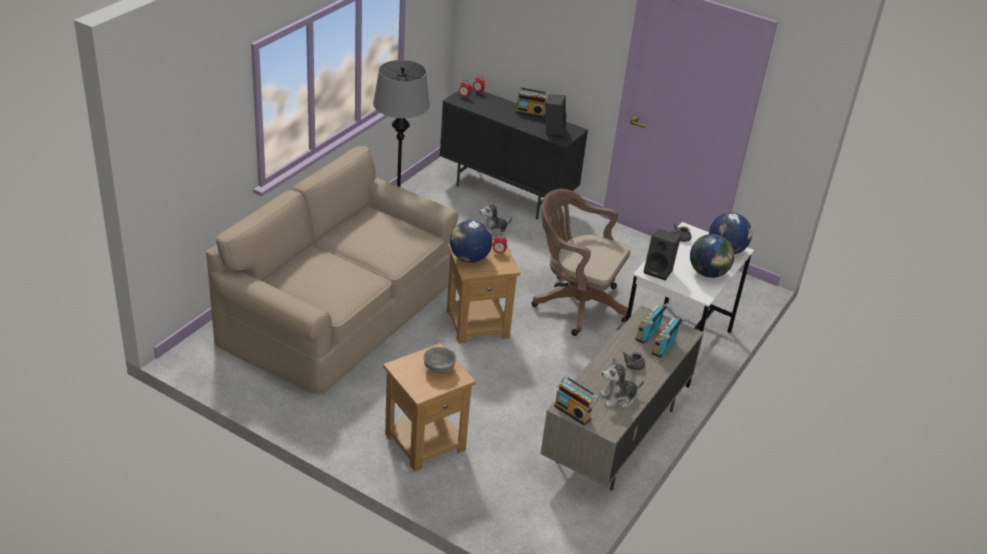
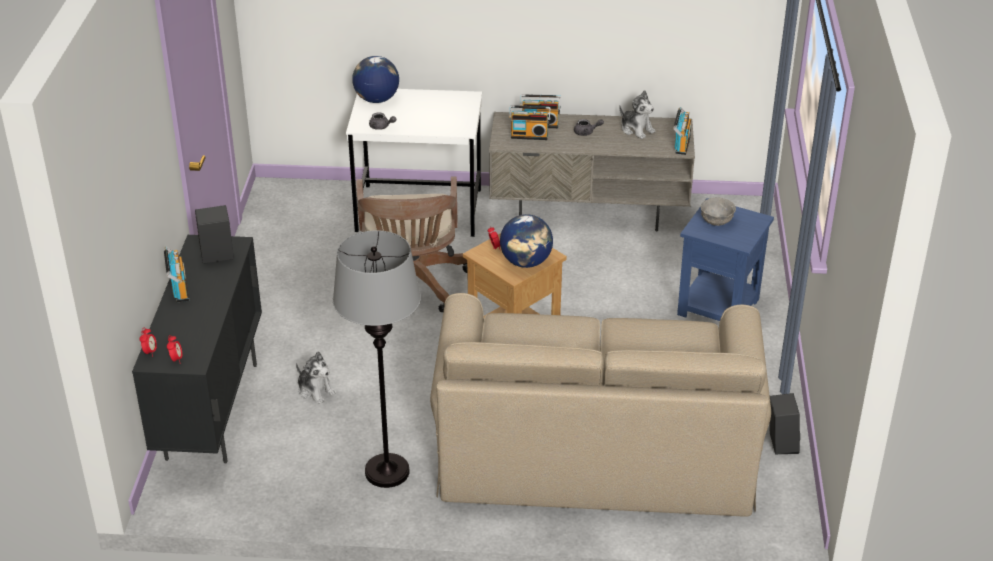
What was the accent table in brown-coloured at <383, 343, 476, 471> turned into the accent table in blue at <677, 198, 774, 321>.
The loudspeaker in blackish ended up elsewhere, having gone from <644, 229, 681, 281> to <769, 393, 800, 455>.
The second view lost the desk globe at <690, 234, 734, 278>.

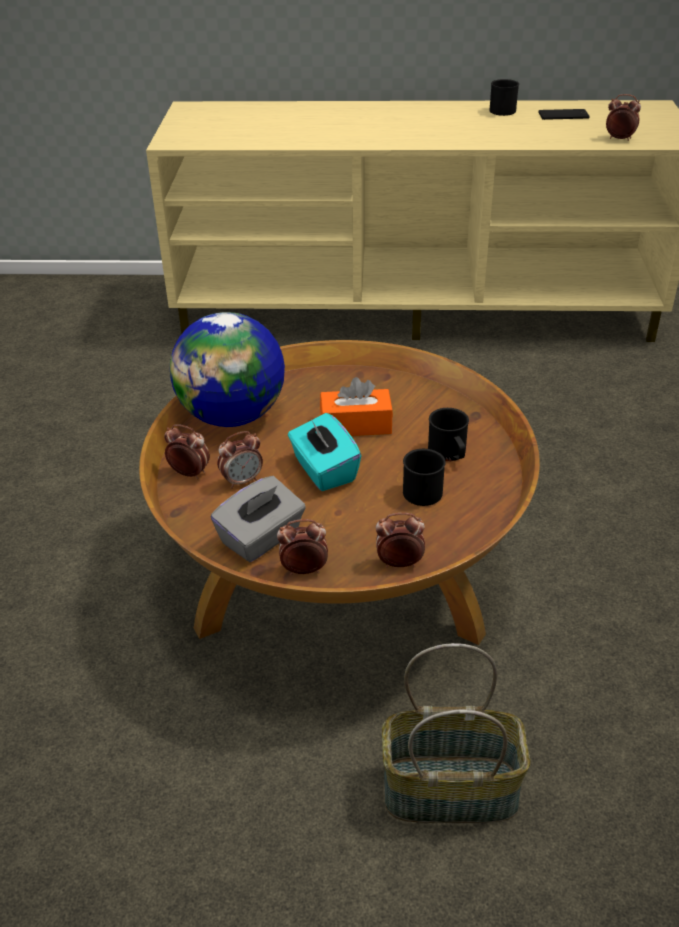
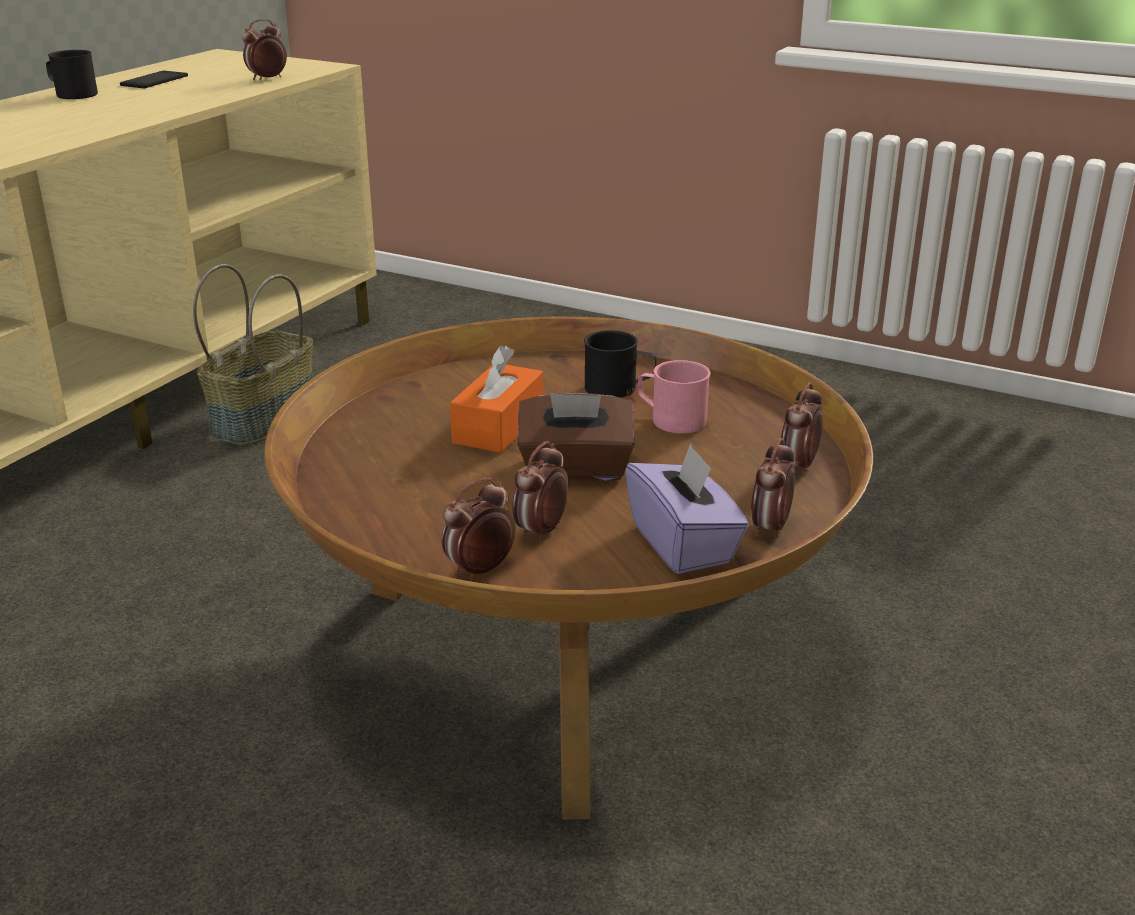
The second view lost the desk globe at <170, 312, 285, 427>.
What was the tissue holder in gray at <211, 476, 306, 562> turned into the tissue holder in purplish at <625, 443, 749, 574>.
The alarm clock at <217, 431, 263, 489> ended up facing another way, 150 degrees counterclockwise from before.
What was the tissue holder in blue-green at <288, 413, 361, 491> turned into the tissue holder in brown-coloured at <518, 393, 634, 481>.
The storage basket ended up elsewhere, having gone from <382, 643, 530, 823> to <193, 264, 313, 445>.
What was the tea mug in blackish at <403, 449, 446, 506> turned into the tea mug in pink-coloured at <638, 360, 711, 434>.

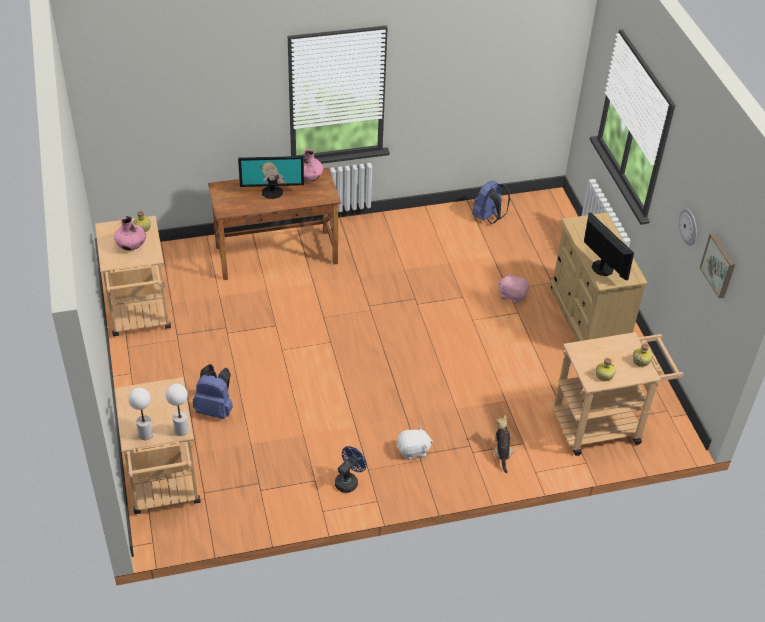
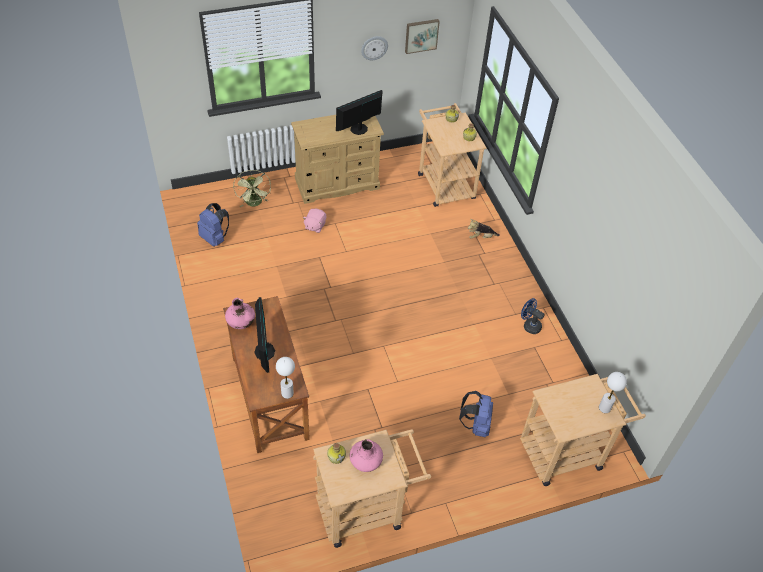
The tabletop lamp in white-coloured ended up elsewhere, having gone from <166, 384, 189, 436> to <276, 357, 295, 399>.
The second view lost the soft toy in white-coloured at <397, 426, 433, 460>.
The second view gained the cooling fan in green at <233, 170, 271, 207>.

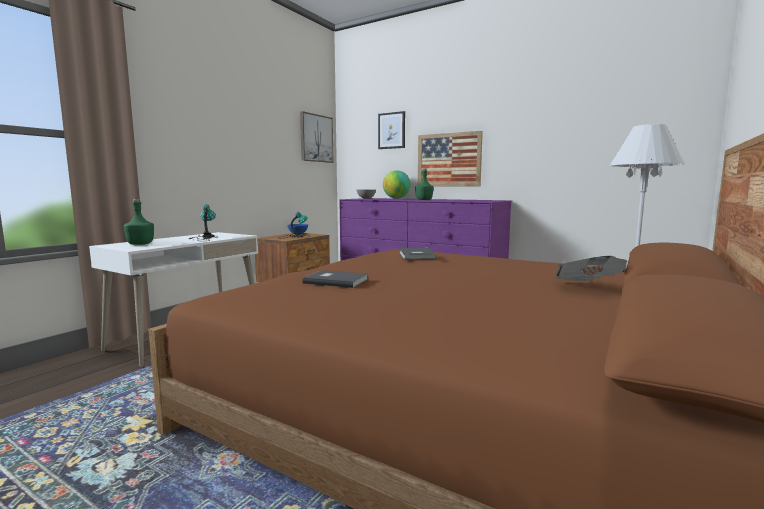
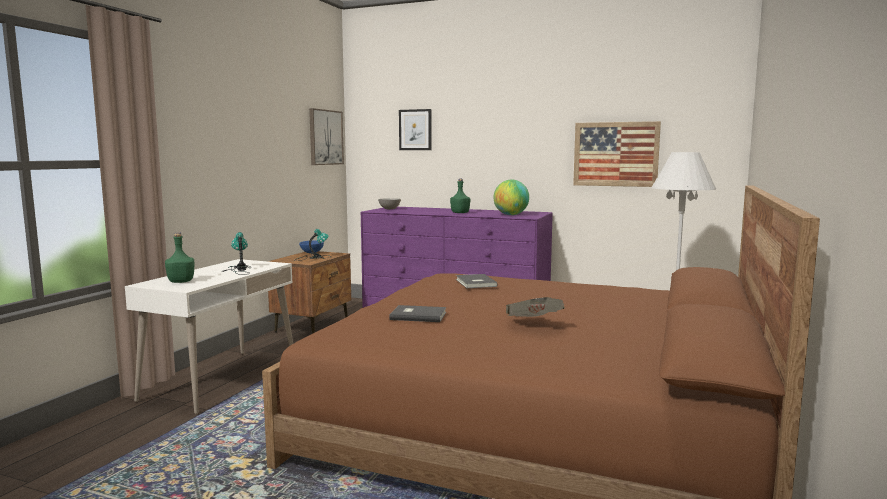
The desk globe ended up elsewhere, having gone from <383, 170, 411, 199> to <493, 180, 529, 215>.
The wall picture ended up elsewhere, having gone from <418, 131, 483, 186> to <573, 121, 661, 187>.
The daily paper ended up elsewhere, having gone from <556, 256, 628, 281> to <506, 297, 565, 317>.

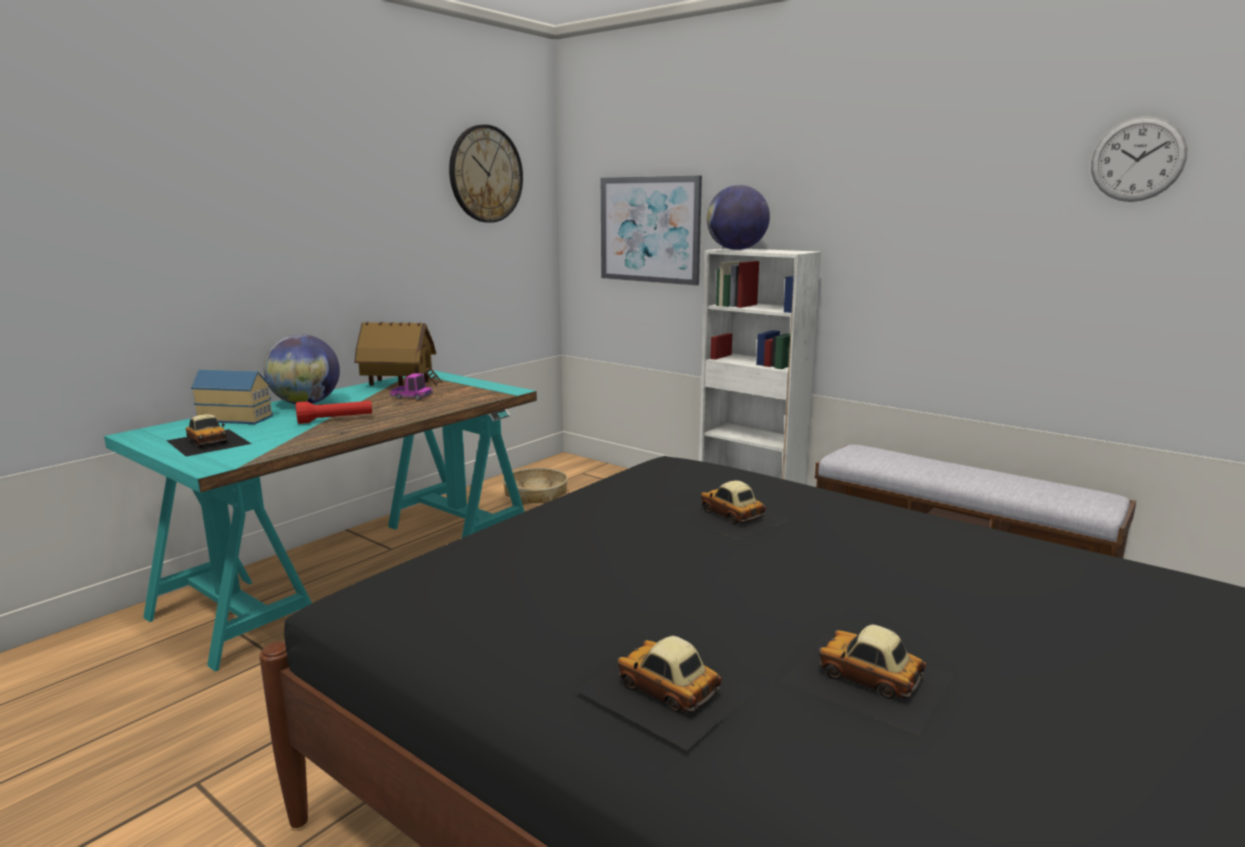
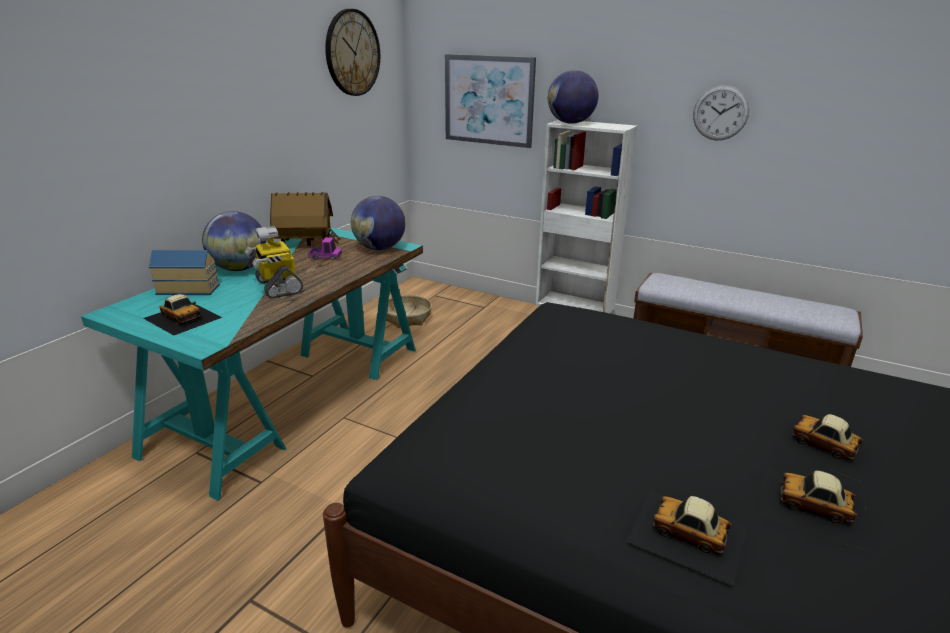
Where the torch in reddish stood at <296, 401, 372, 424>, the robot figure came to stand at <245, 226, 303, 298>.
The model car ended up elsewhere, having gone from <673, 480, 789, 539> to <769, 414, 877, 481>.
The clock on the wall ended up elsewhere, having gone from <1091, 116, 1187, 202> to <693, 85, 749, 140>.
The second view gained the desk globe at <351, 196, 405, 250>.

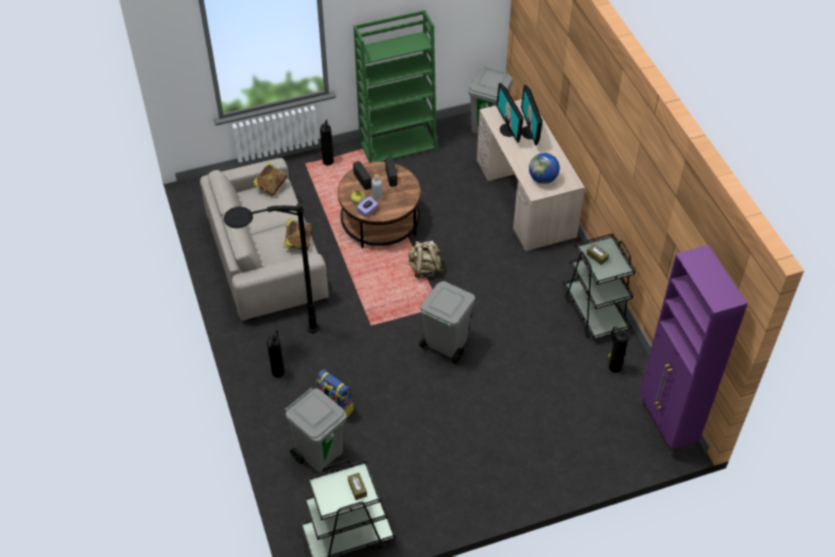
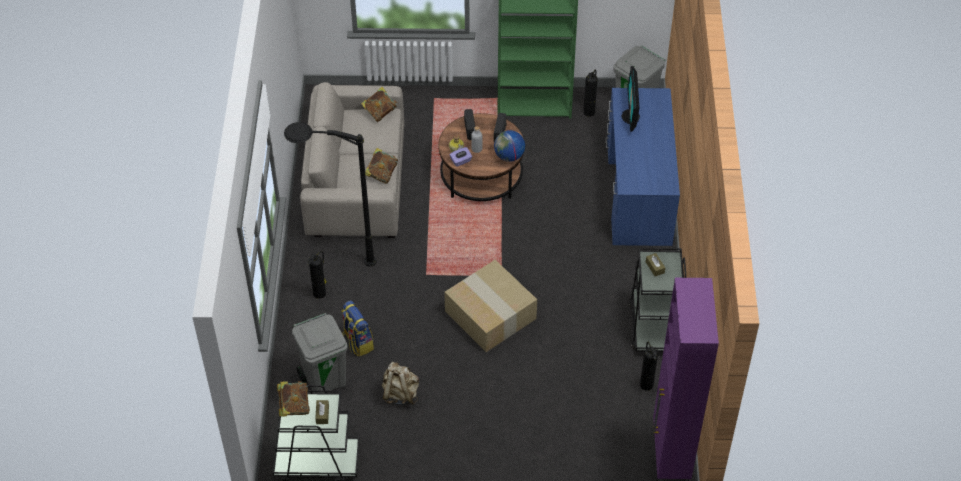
The extinguisher ended up elsewhere, having gone from <320, 119, 334, 166> to <583, 69, 598, 117>.
The backpack in beige ended up elsewhere, having gone from <408, 240, 444, 278> to <382, 362, 419, 405>.
Where the trash can in gray stood at <419, 281, 475, 364>, the packing box came to stand at <444, 260, 537, 352>.
What was the desk table in beige at <477, 99, 585, 251> turned into the desk table in blue at <606, 88, 680, 246>.
The second view lost the computer display at <521, 85, 543, 146>.
The desk globe ended up elsewhere, having gone from <529, 153, 560, 184> to <494, 130, 525, 162>.
The second view gained the book at <277, 381, 310, 417>.

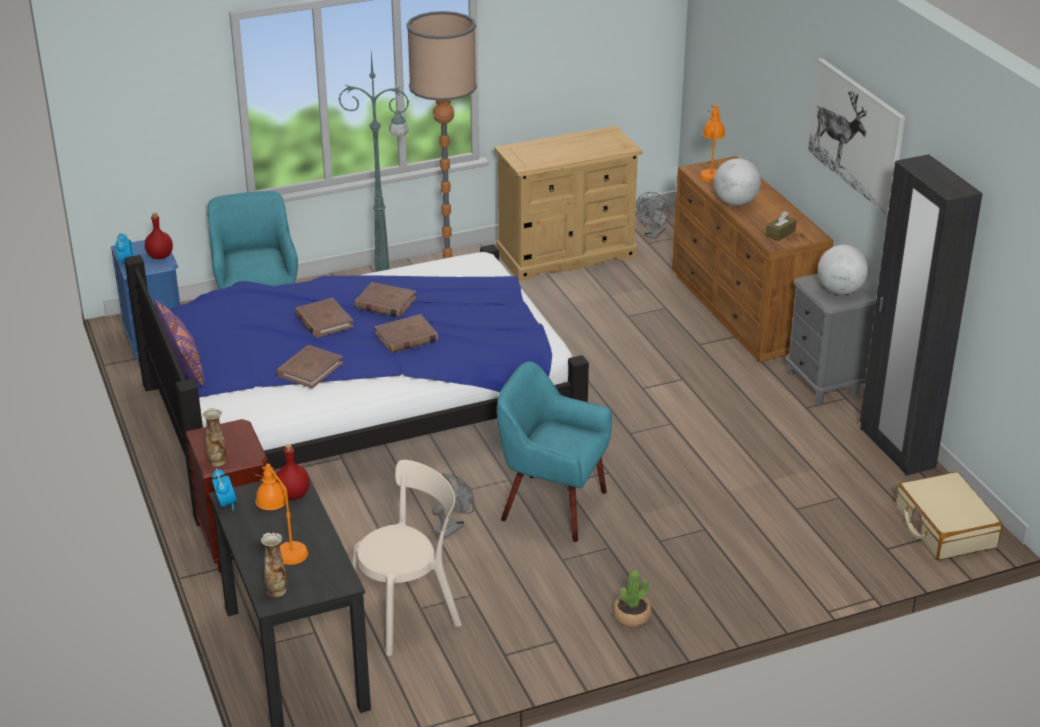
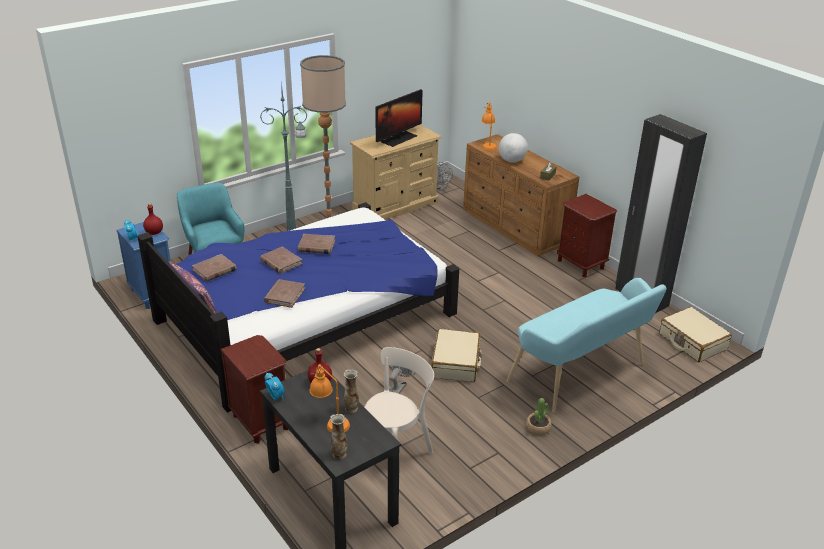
The flower vase ended up elsewhere, having gone from <202, 408, 226, 466> to <344, 369, 359, 413>.
The book in brown-coloured ended up elsewhere, having gone from <375, 314, 438, 353> to <192, 254, 237, 281>.
Where the easy chair in blue-green stood at <497, 361, 612, 542>, the travel case in beige came to stand at <432, 329, 482, 382>.
What was the night table in gray at <785, 274, 876, 404> turned into the night table in brown-coloured at <557, 194, 617, 277>.
The second view lost the wall picture at <808, 58, 905, 215>.
The second view lost the desk globe at <818, 245, 869, 295>.
The second view gained the computer display at <375, 89, 423, 147>.
The second view gained the indoor bench in blue-green at <506, 278, 666, 413>.

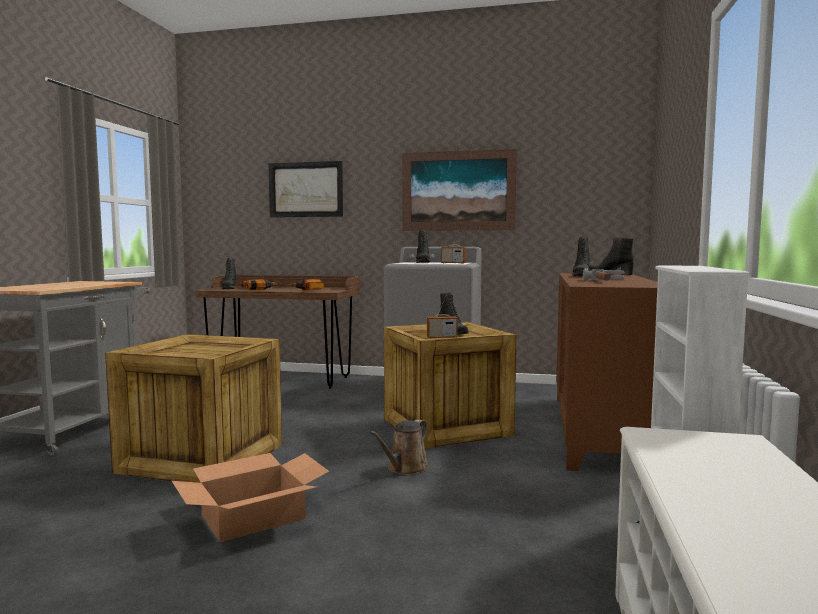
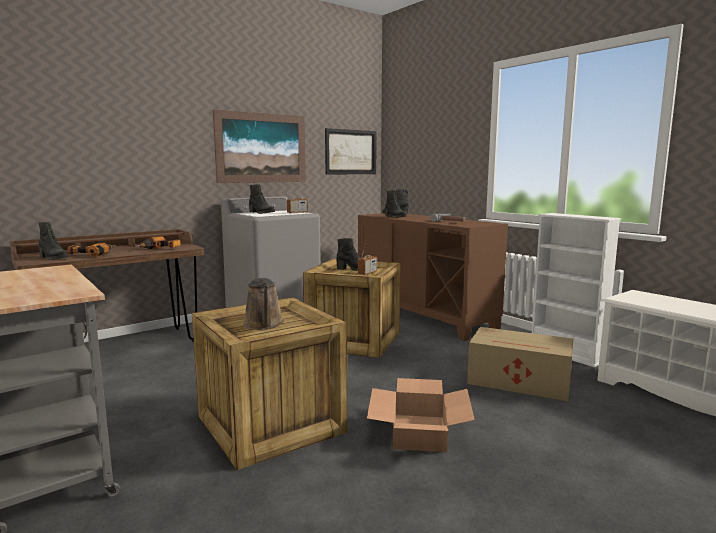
The wall picture ended up elsewhere, having gone from <268, 161, 343, 217> to <325, 128, 377, 175>.
The watering pot in brown-coloured ended up elsewhere, having gone from <369, 419, 429, 475> to <243, 277, 284, 329>.
The second view gained the packing box at <467, 327, 574, 401>.

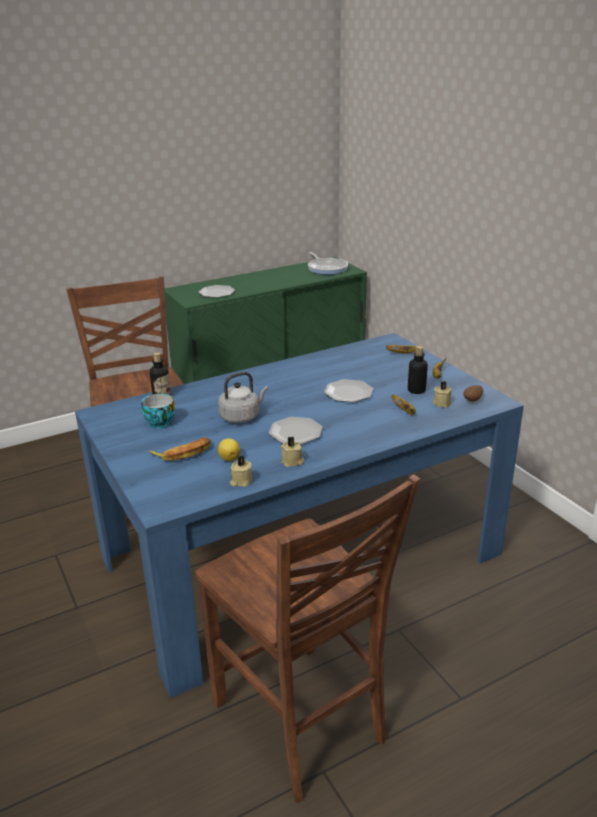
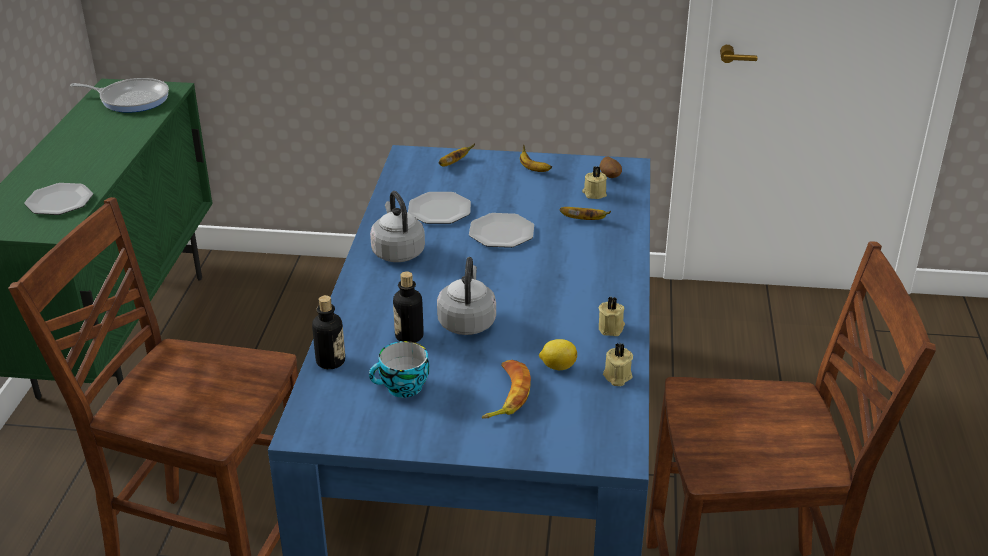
The plate ended up elsewhere, having gone from <269, 417, 323, 444> to <408, 192, 471, 224>.
The drink bottle ended up elsewhere, having gone from <408, 346, 428, 394> to <393, 271, 424, 343>.
The second view gained the kettle in gray at <370, 191, 425, 262>.

